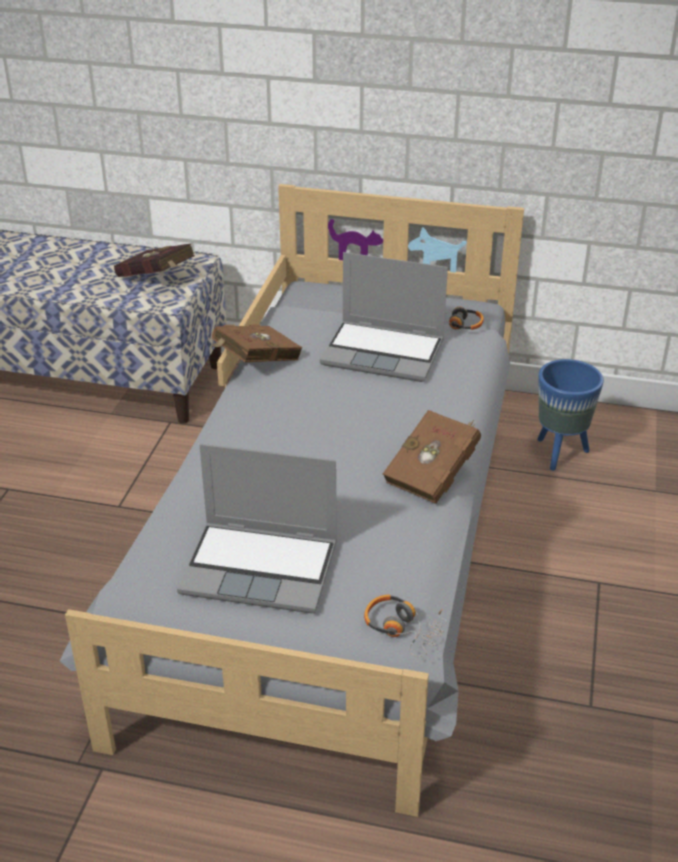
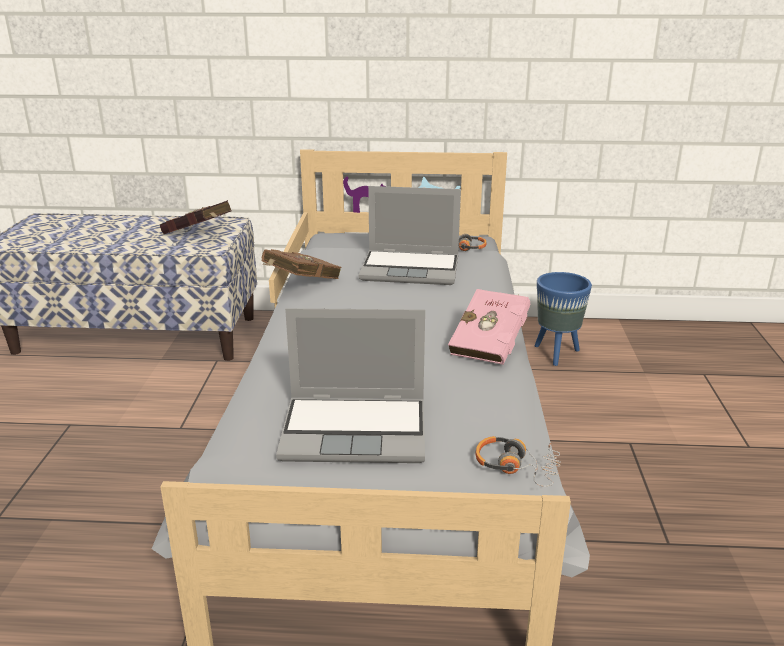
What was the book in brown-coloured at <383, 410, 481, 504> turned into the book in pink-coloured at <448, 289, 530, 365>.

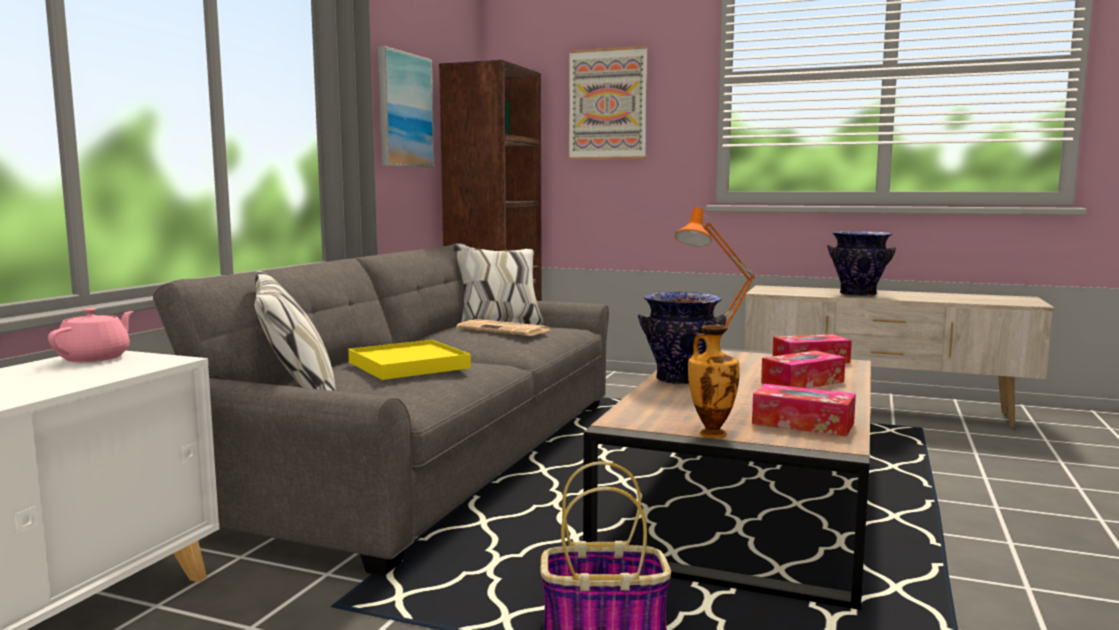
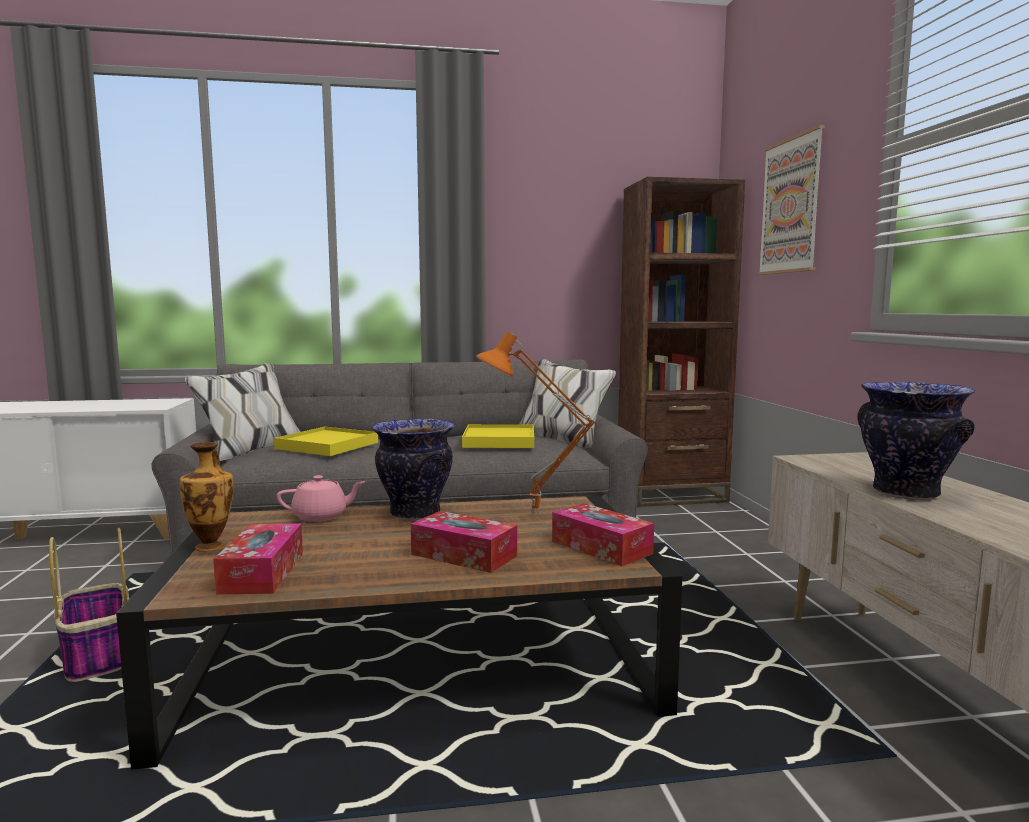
The tea pot in pink-coloured ended up elsewhere, having gone from <48, 308, 134, 362> to <276, 475, 365, 522>.
The second view lost the wall picture at <378, 46, 434, 168>.
Where the daily paper stood at <456, 319, 550, 336>, the carrying tray in yellow came to stand at <462, 424, 534, 448>.

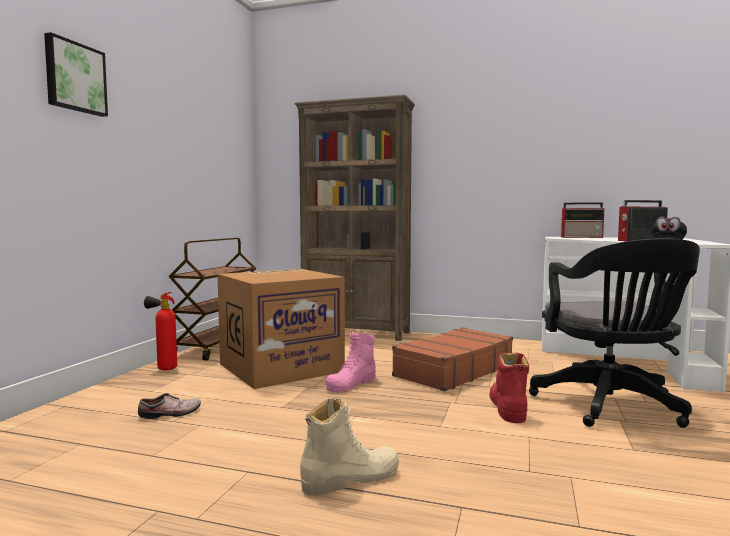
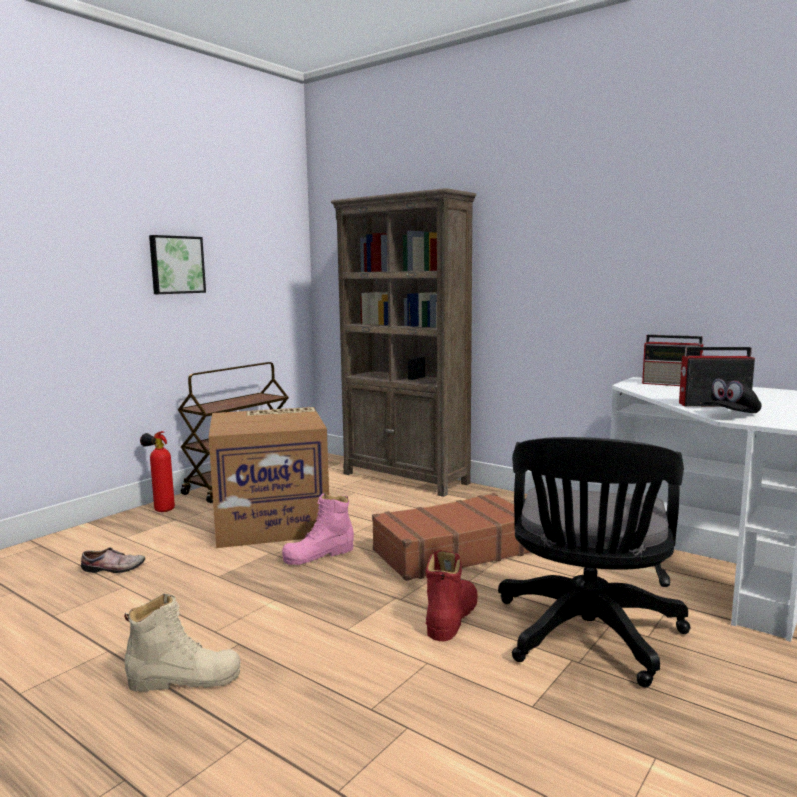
The wall picture ended up elsewhere, having gone from <44, 32, 108, 117> to <149, 235, 206, 294>.

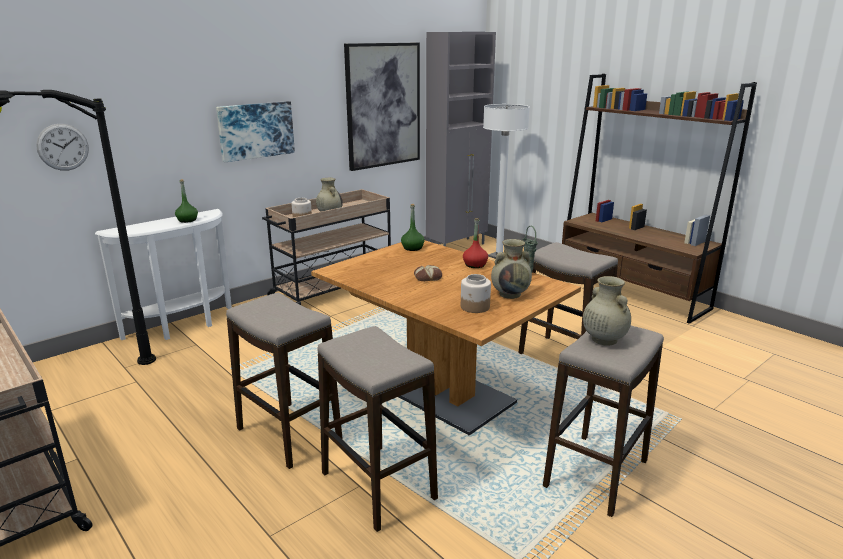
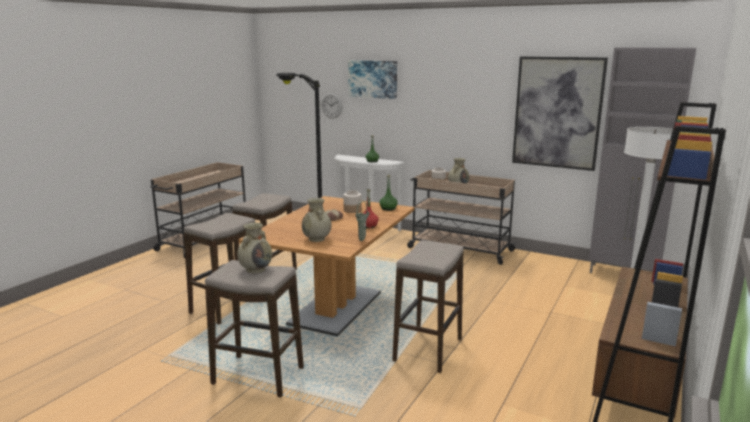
The wall picture ended up elsewhere, having gone from <216, 101, 295, 162> to <348, 60, 397, 99>.
The storage jar ended up elsewhere, having gone from <461, 274, 491, 313> to <343, 190, 362, 213>.

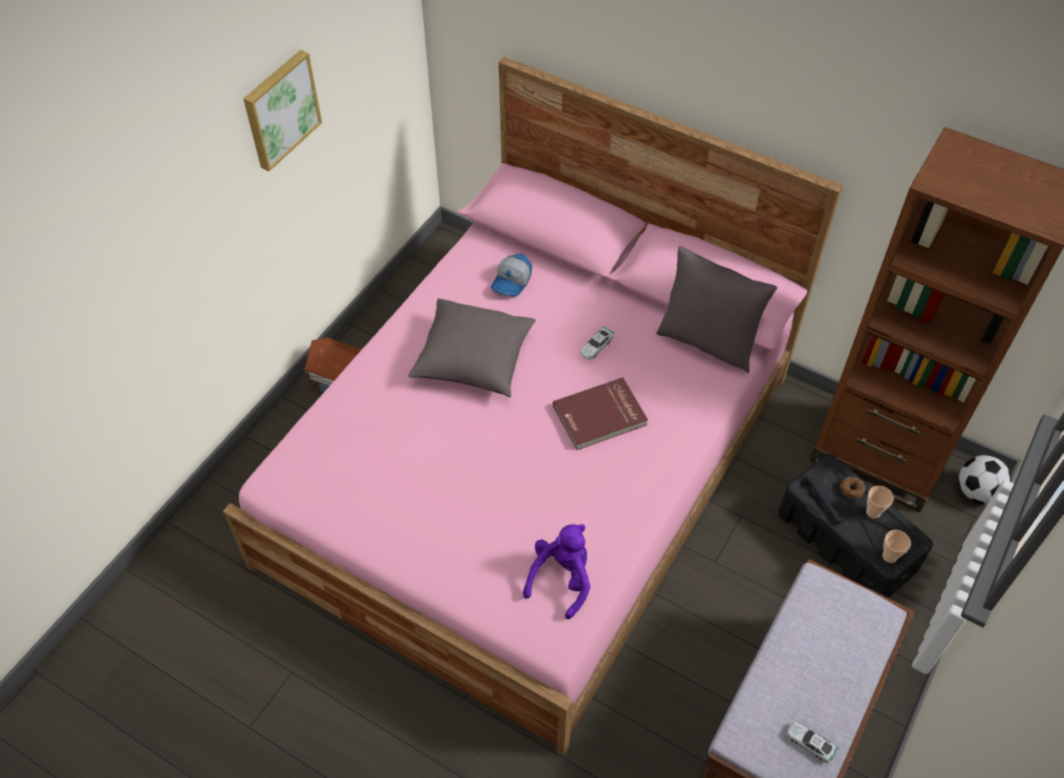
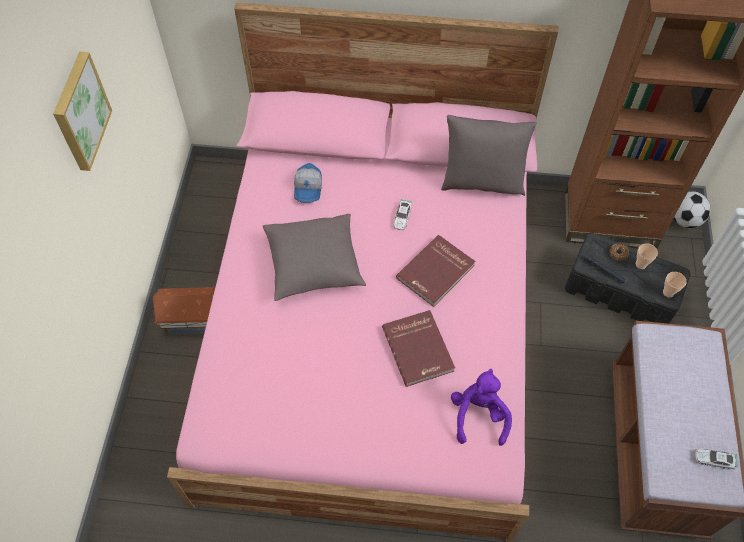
The second view gained the book in reddish at <382, 310, 455, 387>.

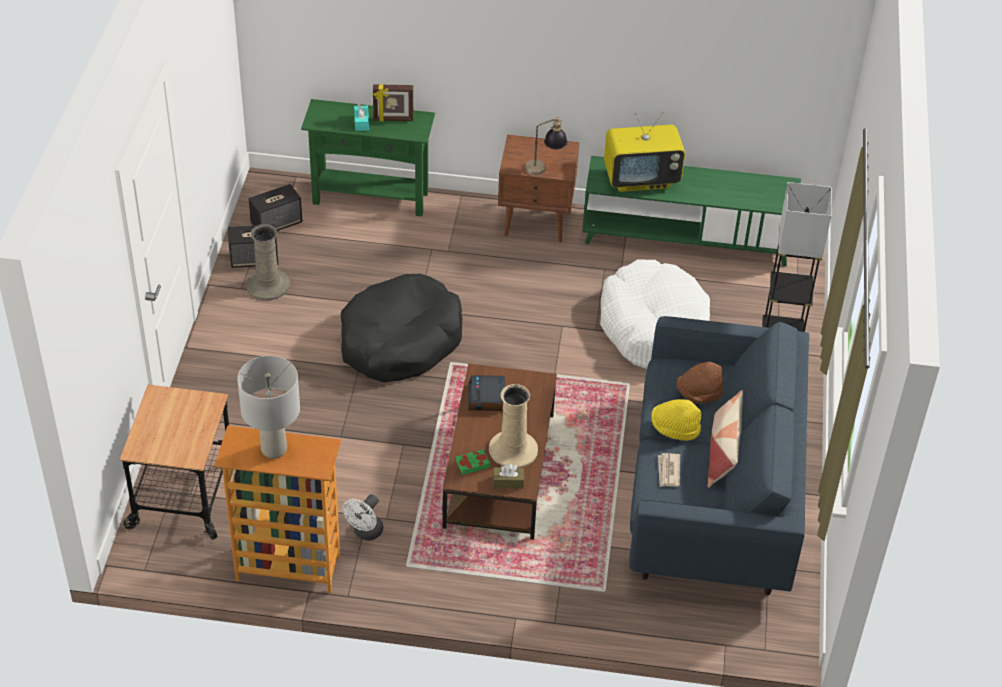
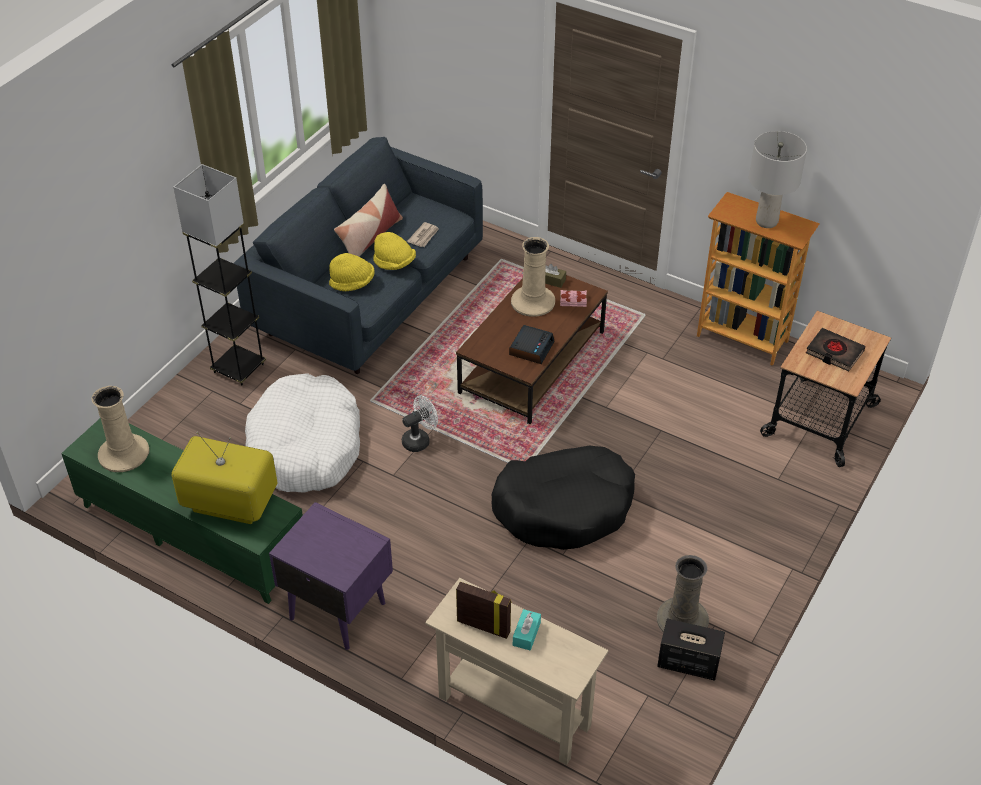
The second view lost the loudspeaker at <249, 184, 302, 231>.
What was the hall table in green at <301, 99, 435, 217> turned into the hall table in beige at <425, 578, 609, 765>.
The cooling fan in white-coloured ended up elsewhere, having gone from <343, 494, 383, 541> to <402, 396, 438, 452>.
What was the book in green at <456, 449, 490, 475> turned into the book in pink-coloured at <560, 290, 587, 307>.
What was the night table in brown-coloured at <498, 134, 579, 242> turned into the night table in purplish at <269, 502, 393, 650>.
The second view lost the tabletop lamp at <524, 117, 567, 175>.
What was the hat in brown-coloured at <677, 361, 723, 403> turned into the hat in yellow at <329, 253, 375, 291>.
The second view gained the flower vase in beige at <92, 386, 149, 472>.
The second view gained the book in blackish at <806, 328, 865, 371>.

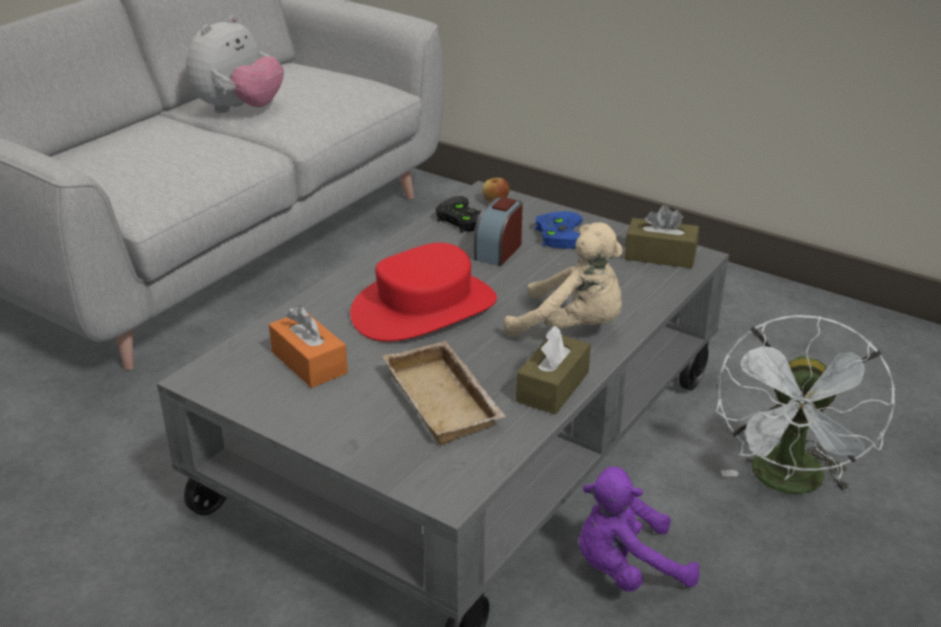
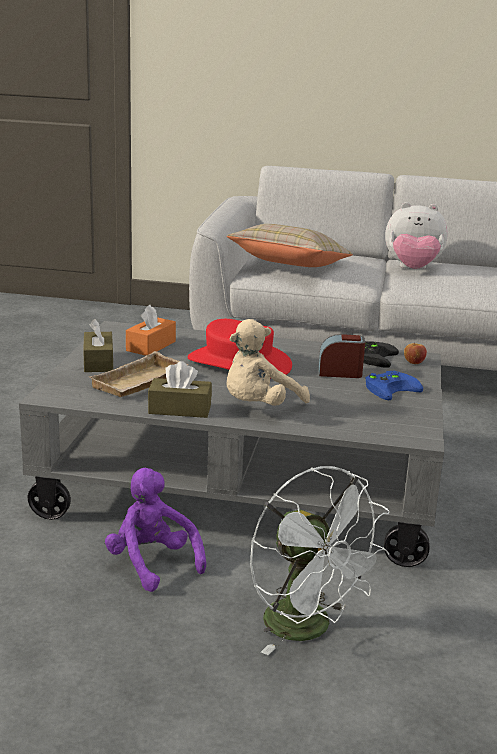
The soft toy in beige at <504, 222, 623, 338> ended up facing another way, 45 degrees clockwise from before.
The tissue holder in brown-coloured ended up elsewhere, having gone from <625, 205, 699, 268> to <83, 319, 113, 372>.
The cooling fan in white-coloured at <716, 315, 895, 494> ended up facing another way, 120 degrees counterclockwise from before.
The second view gained the throw pillow in beige at <227, 224, 353, 267>.

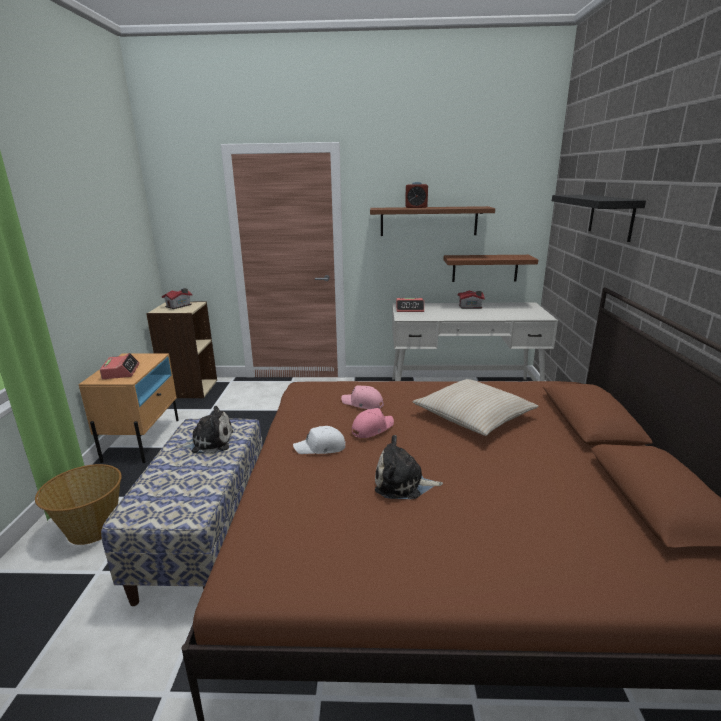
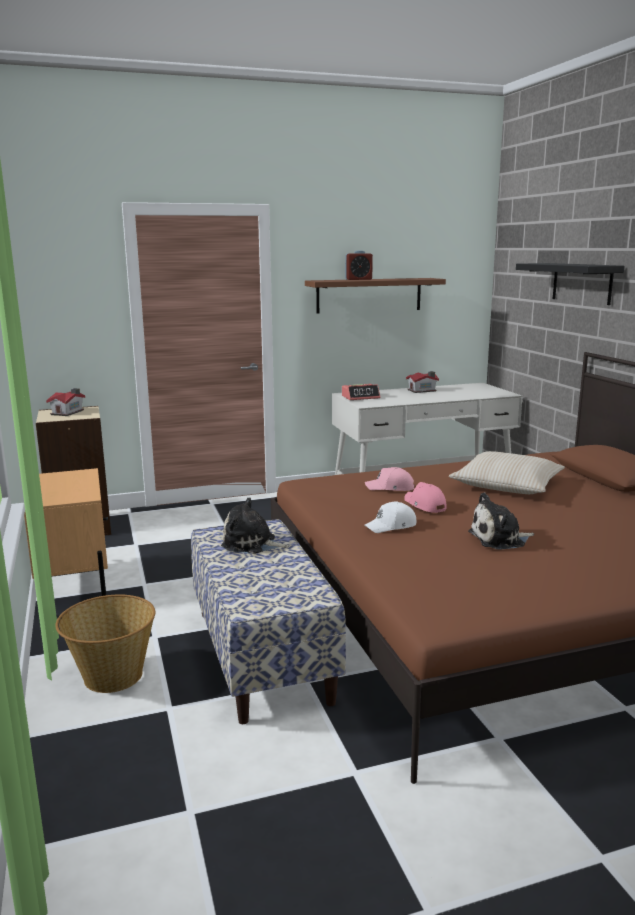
The second view lost the alarm clock at <100, 353, 139, 379>.
The soft toy at <176, 406, 233, 454> ended up facing another way, 135 degrees counterclockwise from before.
The peaked cap in pink-coloured at <352, 408, 394, 438> ended up facing another way, 60 degrees counterclockwise from before.
The second view lost the wall shelf in brown-coloured at <443, 255, 538, 282>.

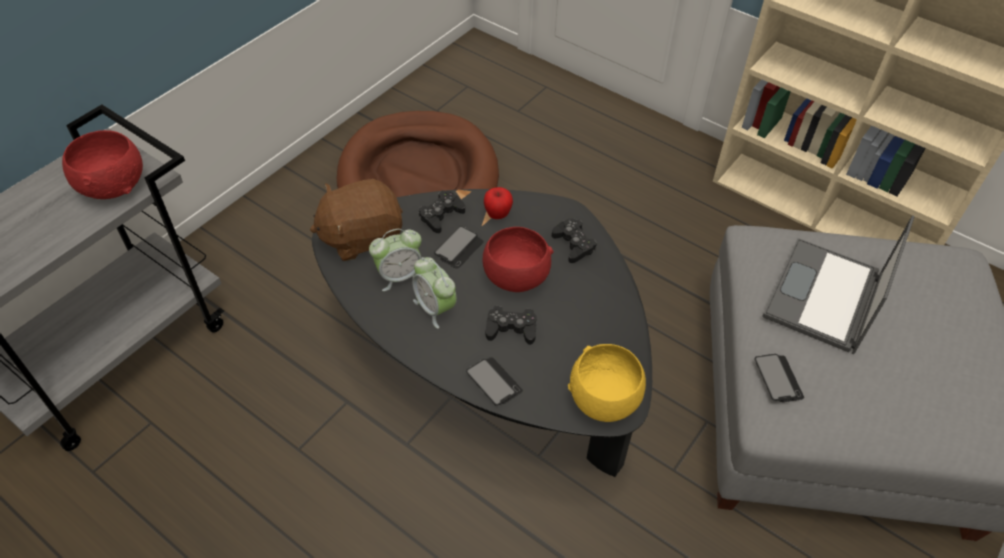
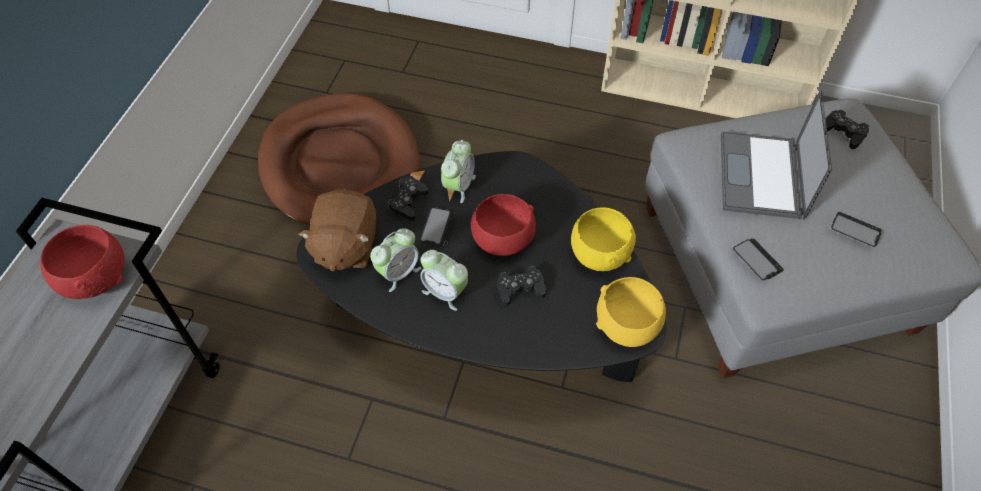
The soft toy in brown-coloured at <310, 179, 403, 261> ended up facing another way, 45 degrees counterclockwise from before.
The phone ended up elsewhere, having gone from <466, 357, 523, 406> to <831, 212, 881, 247>.
Where the whole apple stood at <484, 187, 513, 219>, the alarm clock came to stand at <441, 140, 476, 203>.
The gamepad in blackish ended up elsewhere, having gone from <552, 218, 597, 263> to <826, 110, 869, 149>.
The second view gained the serving bowl in yellow at <571, 207, 636, 271>.

